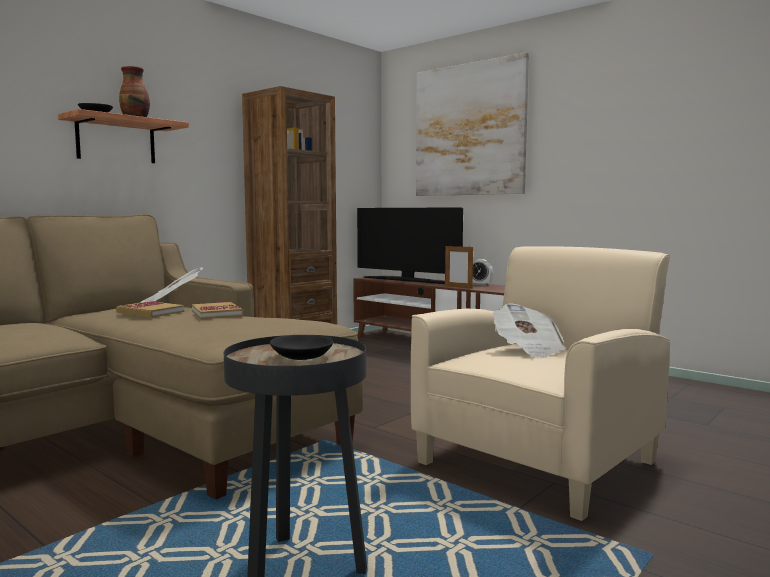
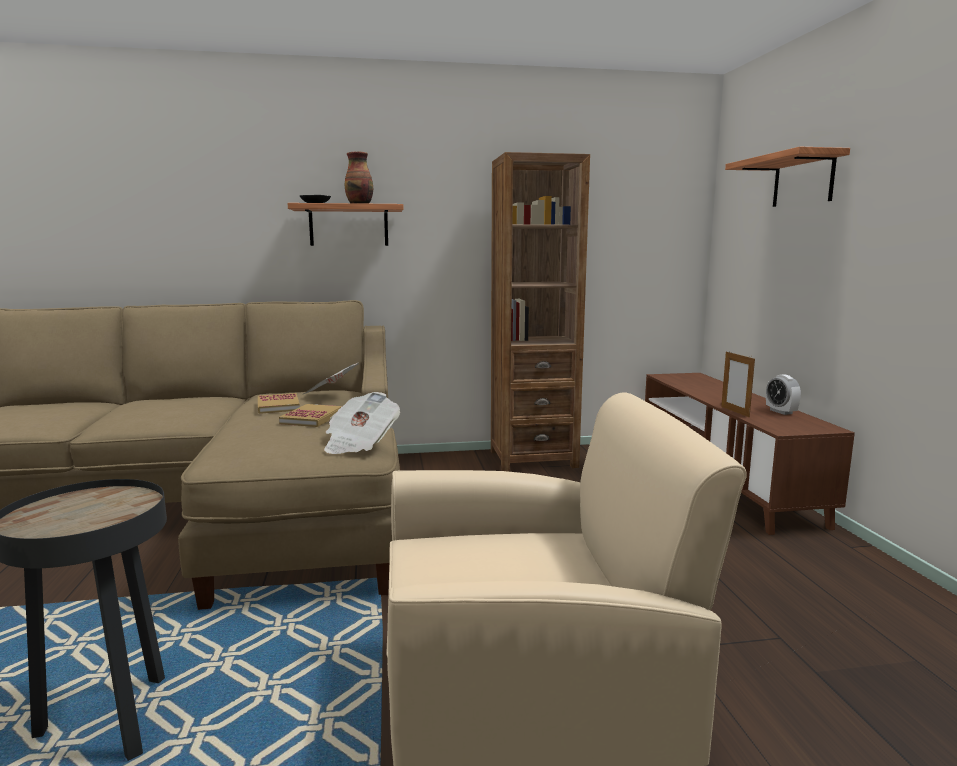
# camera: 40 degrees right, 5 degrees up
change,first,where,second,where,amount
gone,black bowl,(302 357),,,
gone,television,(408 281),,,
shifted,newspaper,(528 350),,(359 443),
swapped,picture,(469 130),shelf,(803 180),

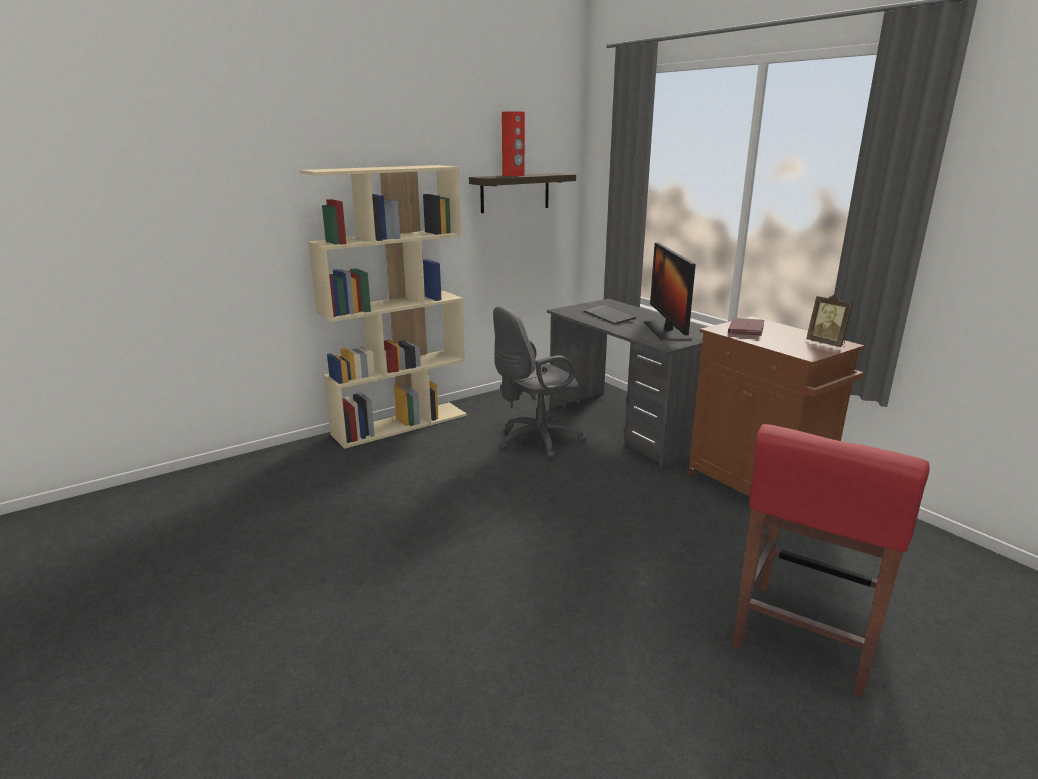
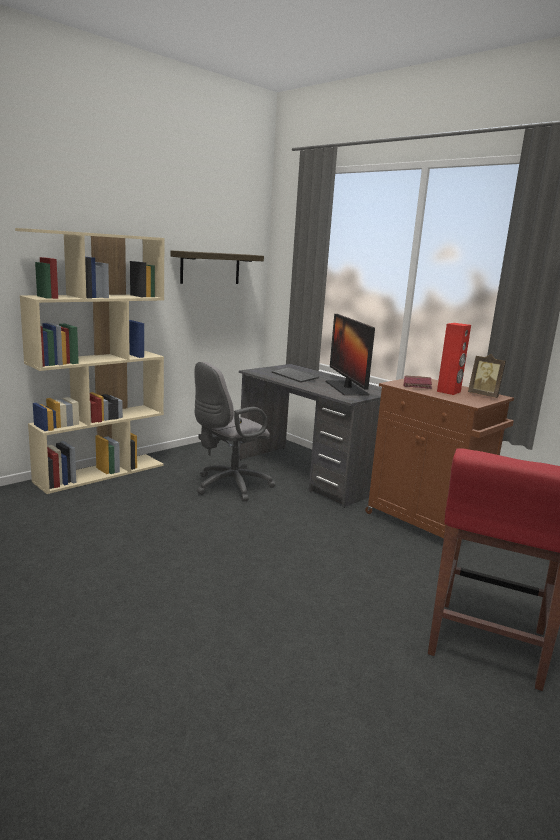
# camera: 10 degrees left, 5 degrees down
change,first,where,second,where,amount
shifted,red speaker,(513 175),,(449 392),

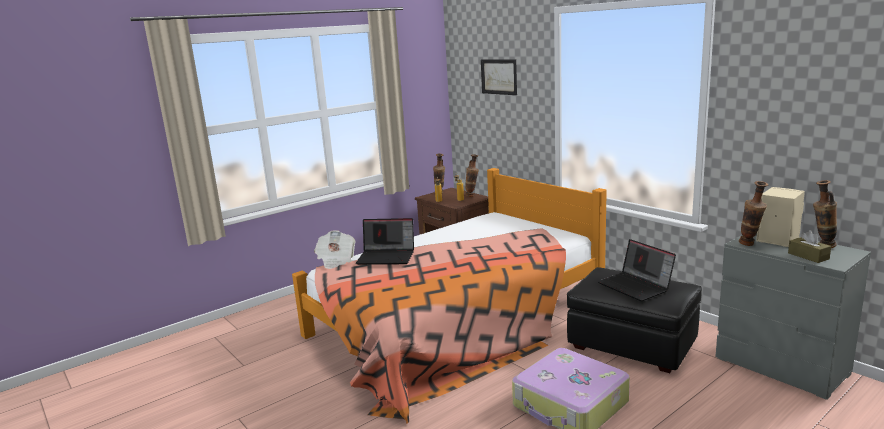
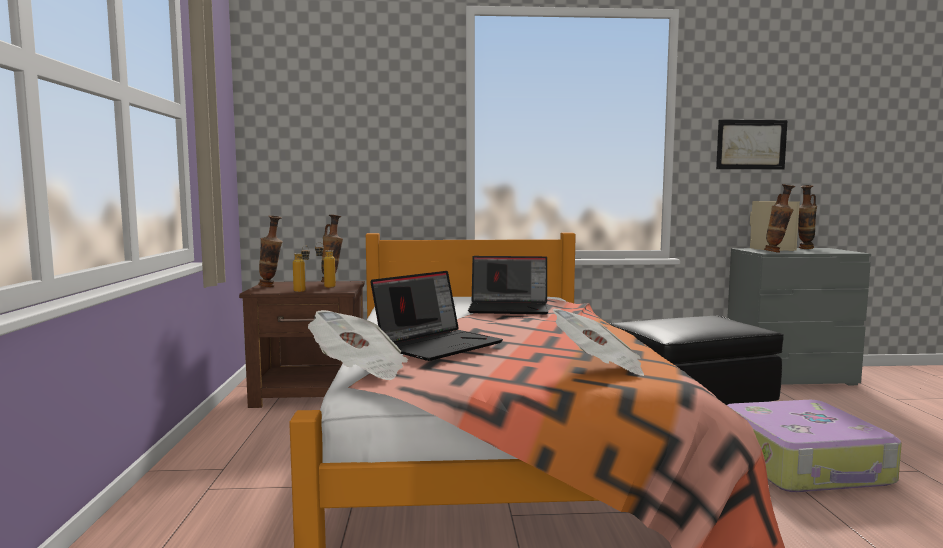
# camera: 55 degrees left, 10 degrees down
change,first,where,second,where,amount
gone,brown tissue box,(808 256),,,
new,,,newspaper,(599 366),
shifted,picture,(499 76),,(751 144),
shifted,laptop,(636 286),,(510 308),

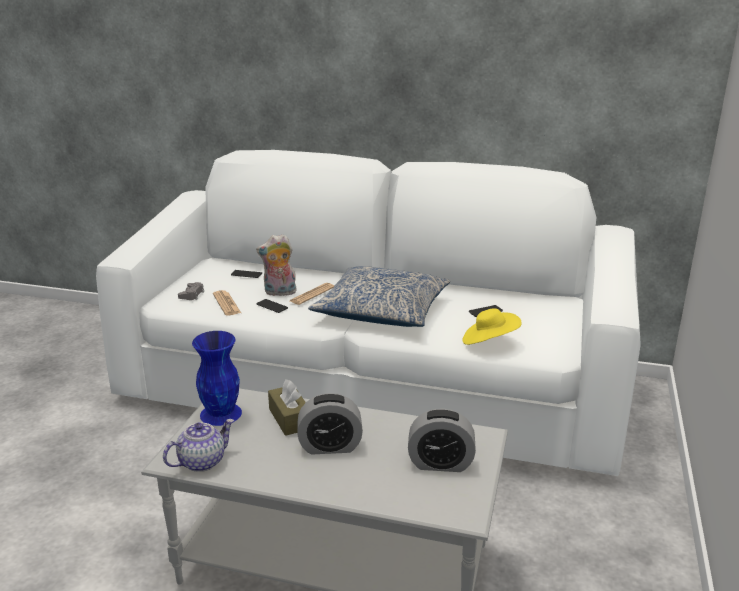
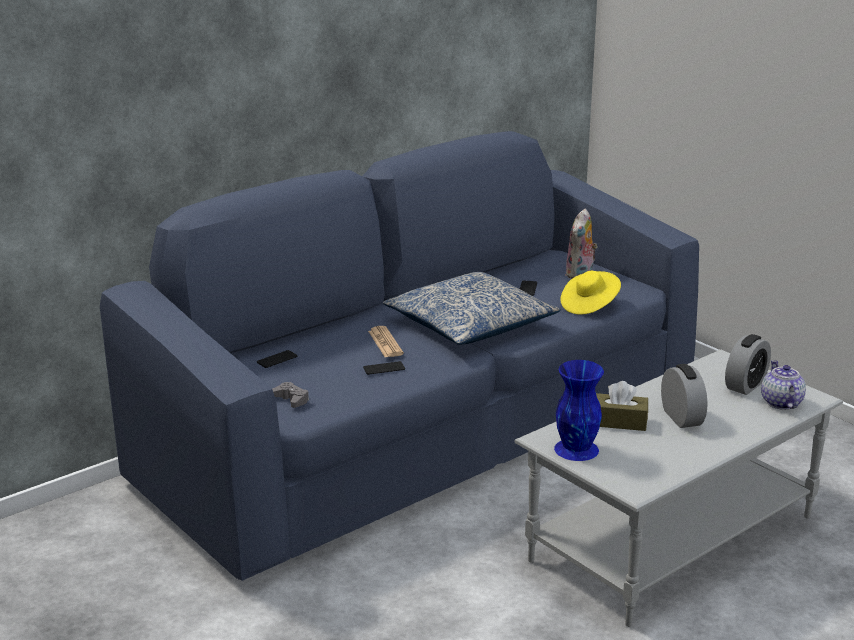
# camera: 55 degrees left, 0 degrees up
change,first,where,second,where,amount
gone,newspaper,(226 304),,,
shifted,teapot,(202 461),,(780 402),
shifted,plush toy,(279 293),,(580 274),
repainted,white sofa,(369 389),blue sofa,(425 431),
rotated,alarm clock,(330 446),,(681 417),45 degrees counterclockwise

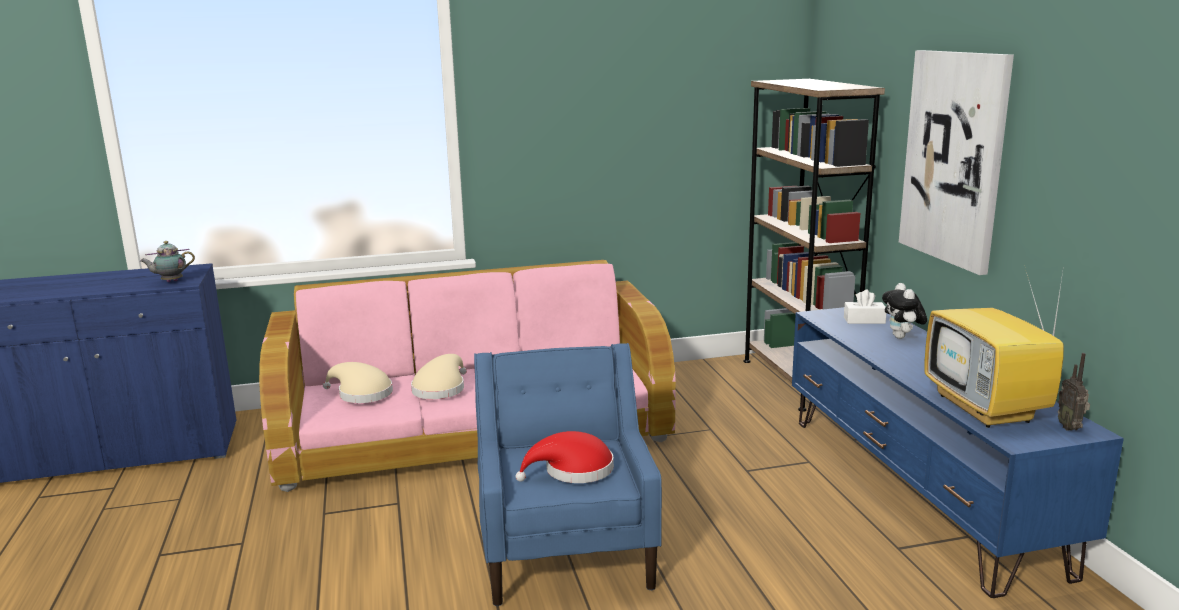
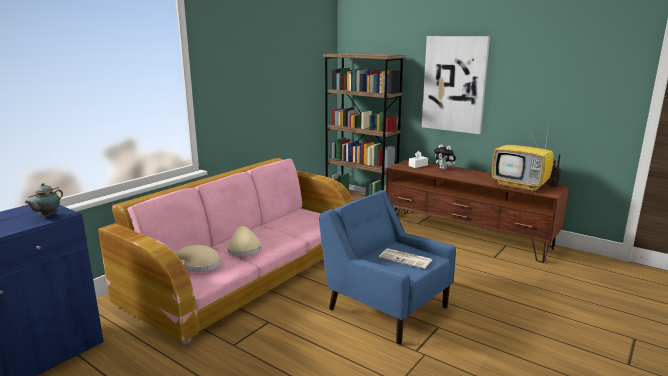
# camera: 40 degrees left, 0 degrees up
change,first,where,second,where,amount
swapped,red hat,(573 471),newspaper,(406 259),
repainted,blue tv stand,(917 490),brown tv stand,(467 235),

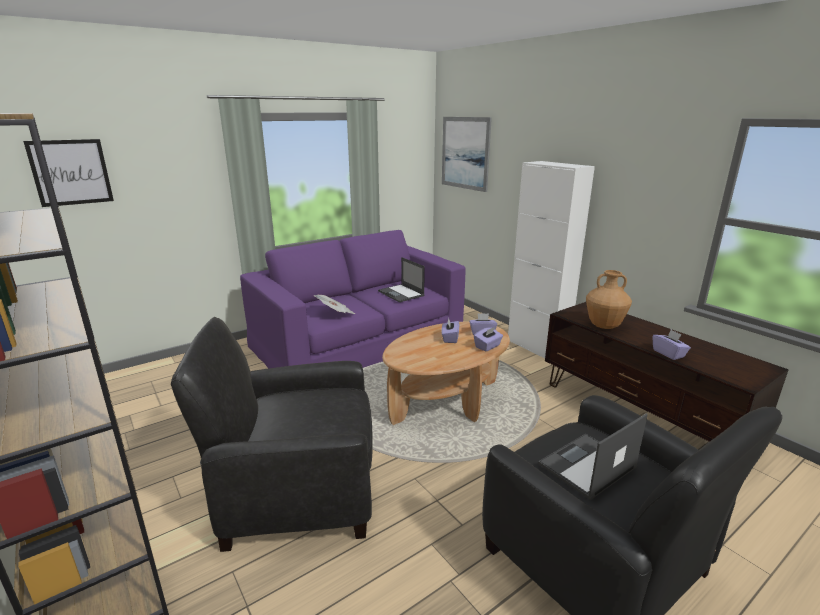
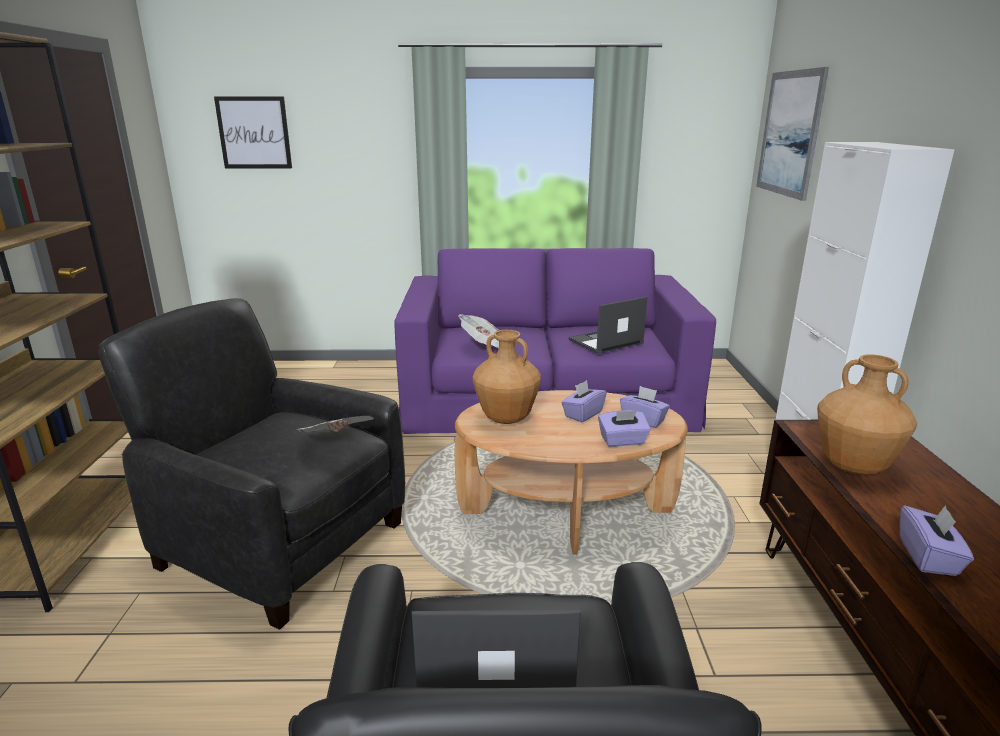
# camera: 35 degrees right, 0 degrees up
change,first,where,second,where,amount
new,,,newspaper,(338 443),
new,,,brown vase,(507 419),
rotated,laptop,(401 293),,(605 341),60 degrees clockwise

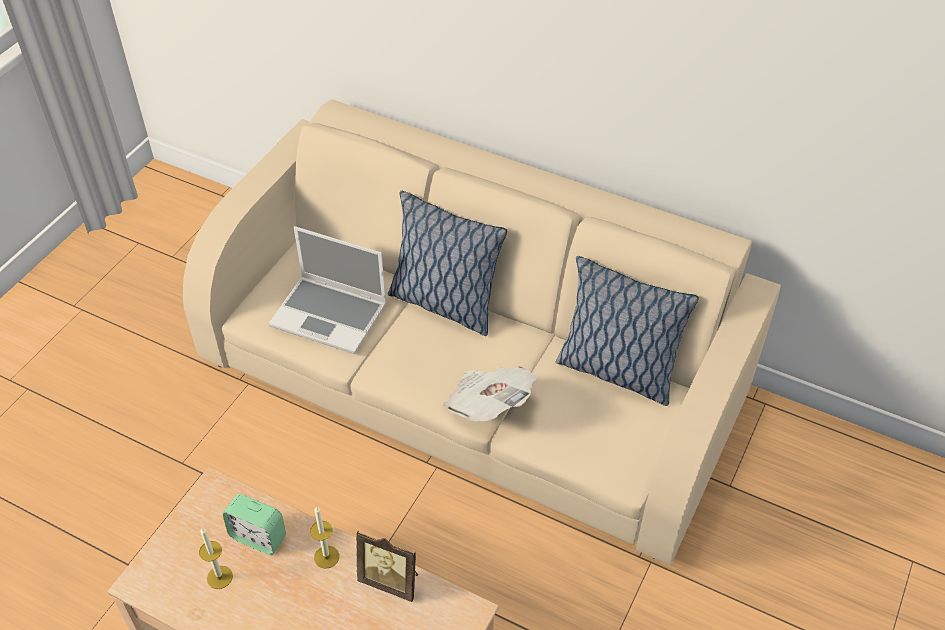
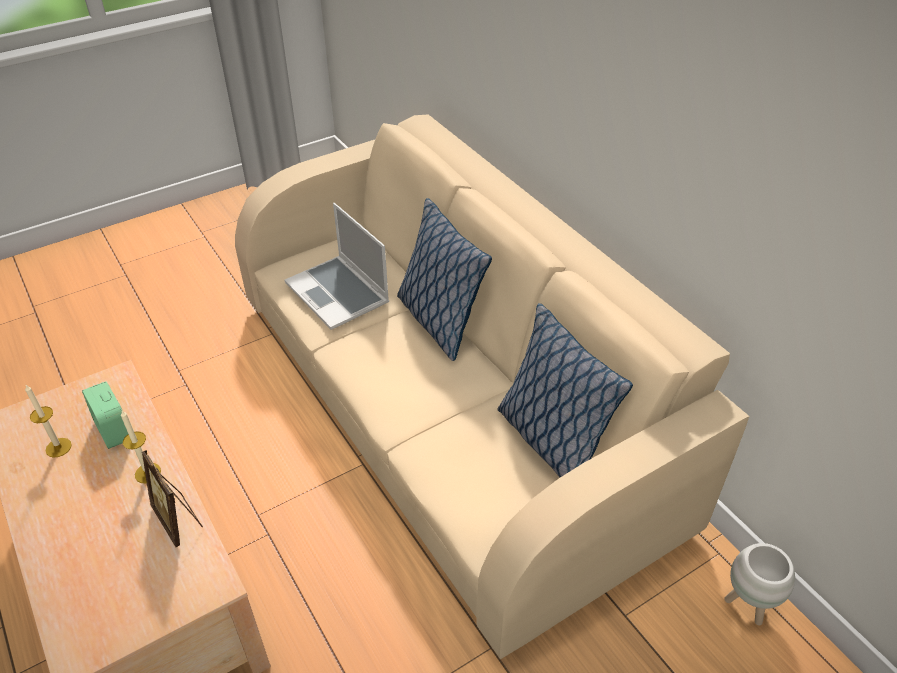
# camera: 30 degrees right, 5 degrees down
change,first,where,second,where,amount
gone,newspaper,(488 405),,,
new,,,white planter,(748 605),

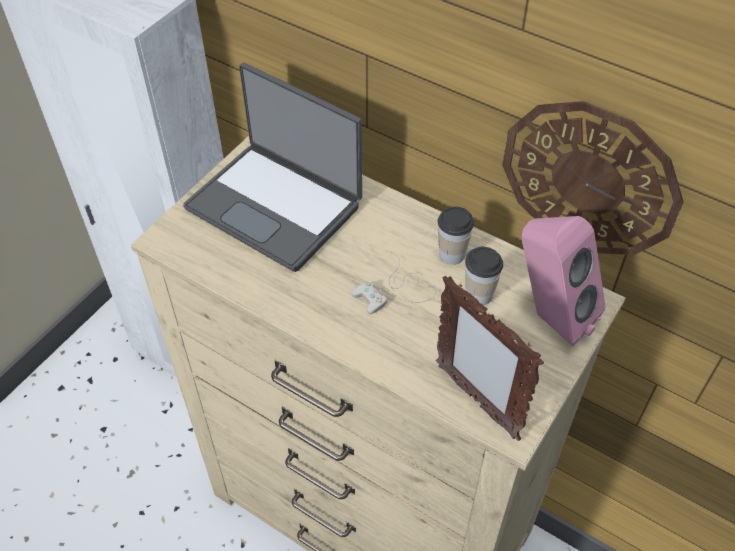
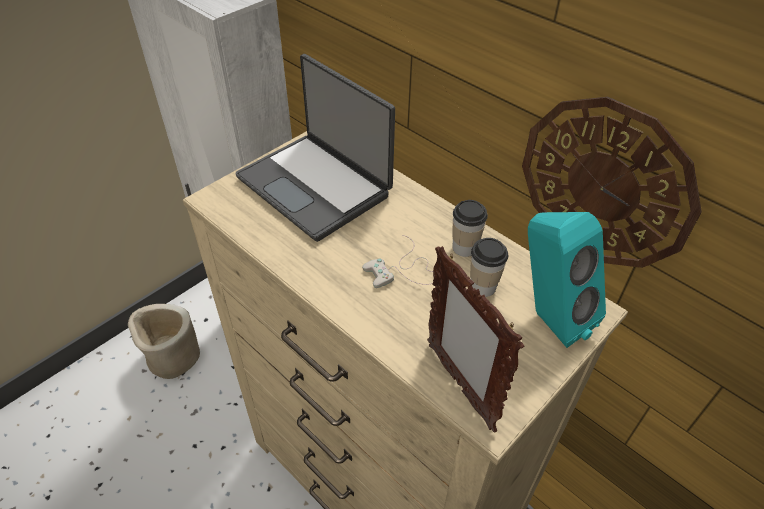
# camera: 10 degrees right, 5 degrees down
change,first,where,second,where,amount
new,,,beige planter,(172 358),
repainted,pink speaker,(549 317),turquoise speaker,(547 317),

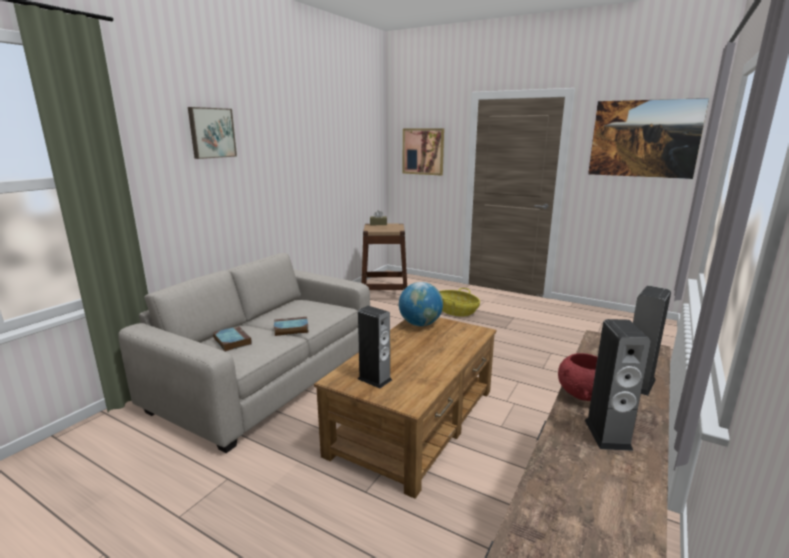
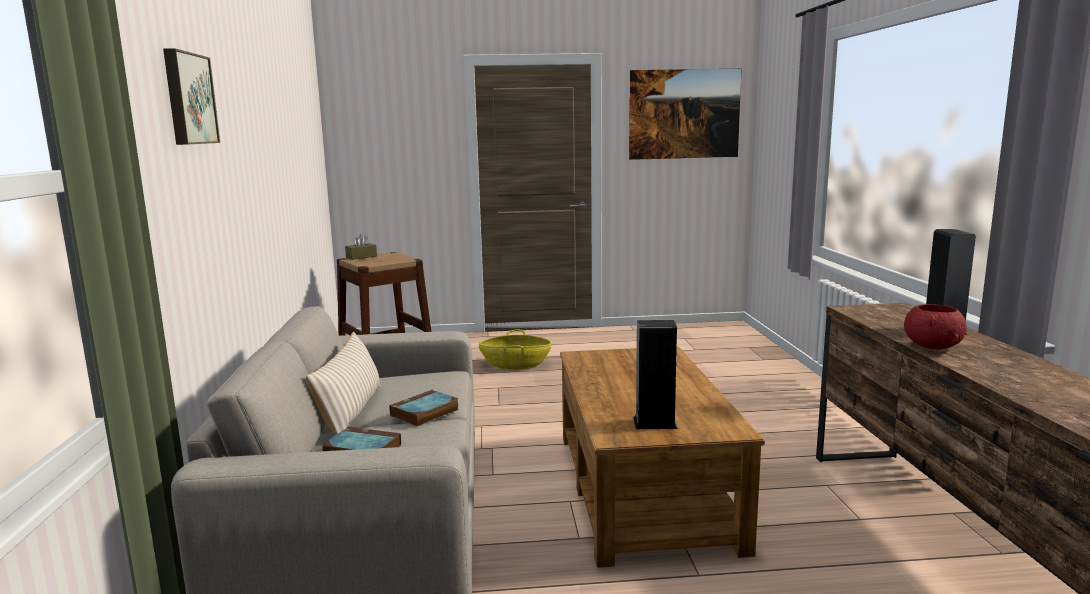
# camera: 35 degrees left, 5 degrees down
change,first,where,second,where,amount
gone,globe,(420 324),,,
gone,picture,(423 151),,,
gone,speaker,(607 434),,,
new,,,beige pillow,(351 412),

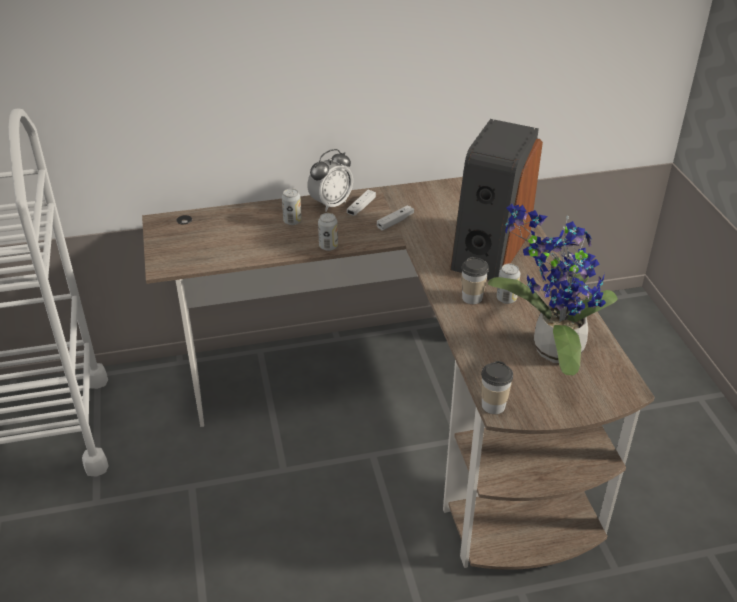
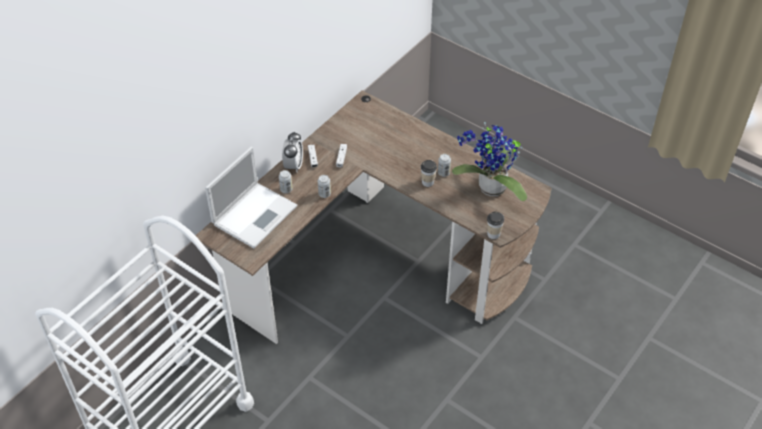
# camera: 40 degrees left, 10 degrees up
change,first,where,second,where,amount
gone,speaker,(489 249),,,
new,,,laptop,(255 214),

